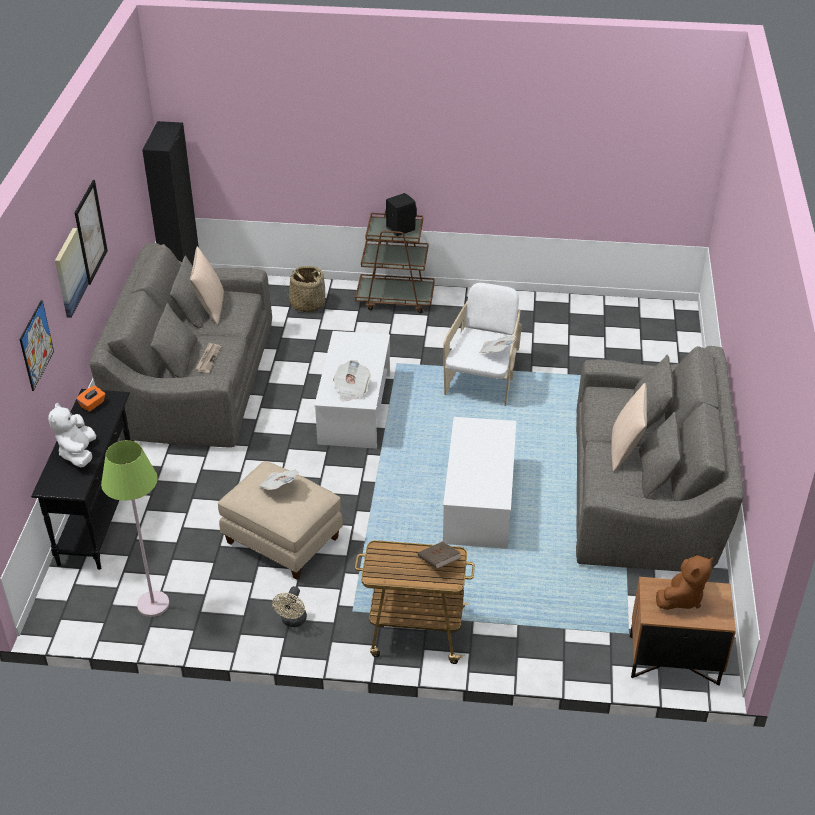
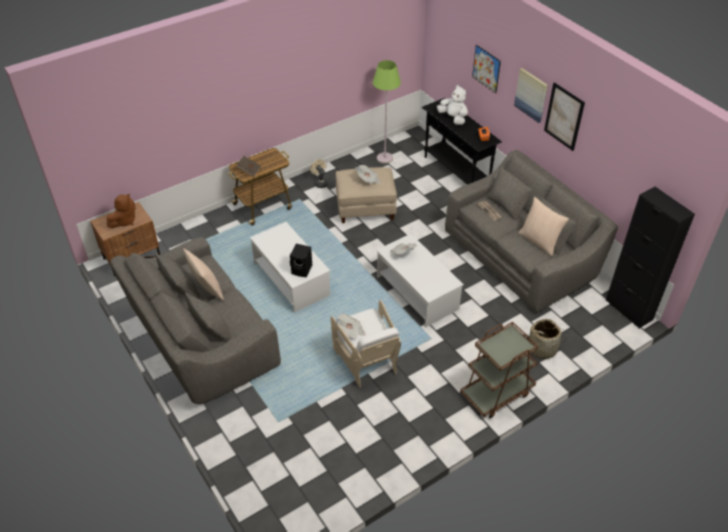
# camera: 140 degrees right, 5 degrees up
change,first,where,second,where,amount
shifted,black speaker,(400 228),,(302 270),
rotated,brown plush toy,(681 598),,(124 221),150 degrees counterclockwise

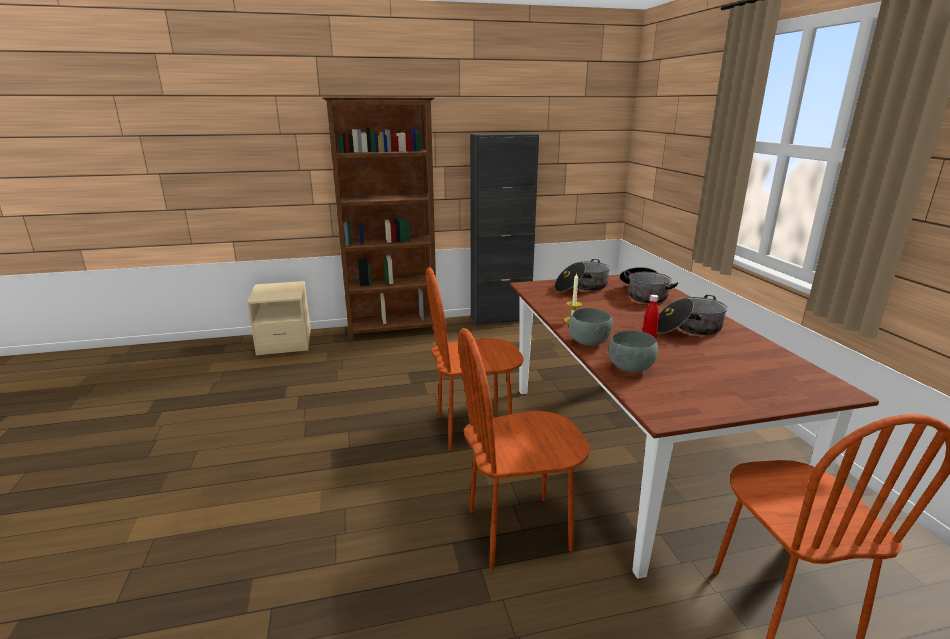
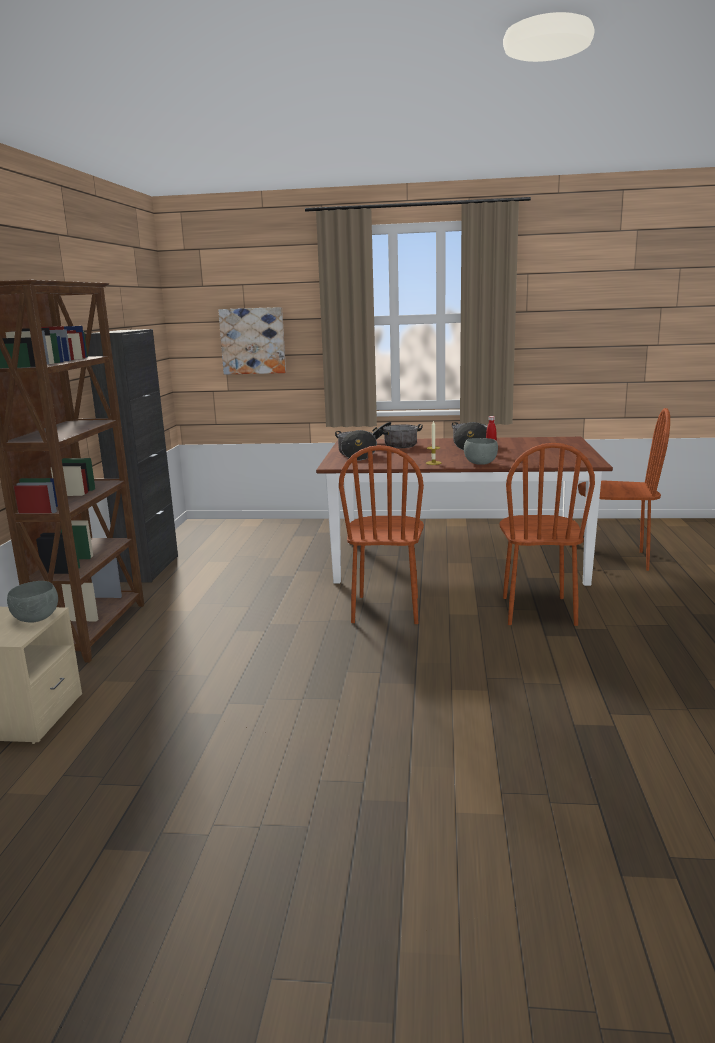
# camera: 70 degrees left, 5 degrees down
change,first,where,second,where,amount
new,,,picture,(253 341),
shifted,grey bowl,(631 369),,(37 619),

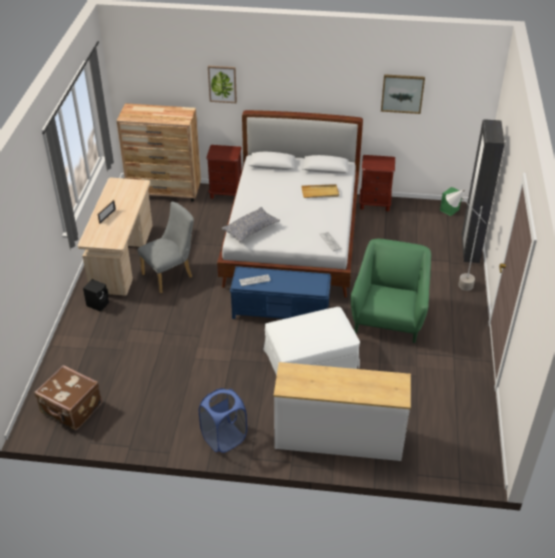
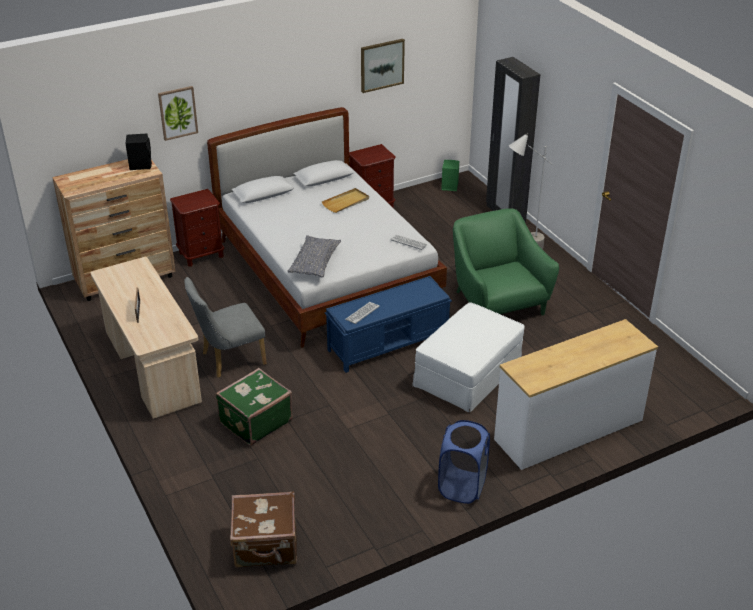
# camera: 35 degrees left, 5 degrees down
change,first,where,second,where,amount
new,,,green suitcase,(254 421),
shifted,black speaker,(98 304),,(140 164),
rotated,grey chair,(171 274),,(229 360),135 degrees counterclockwise

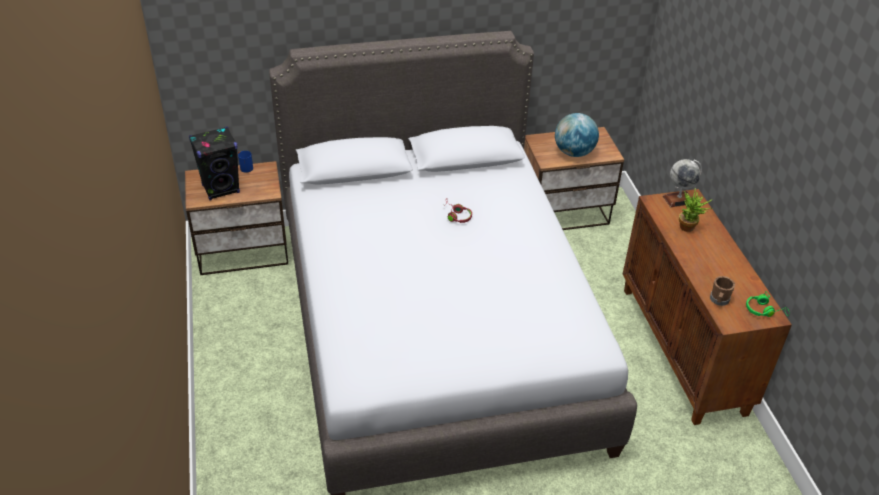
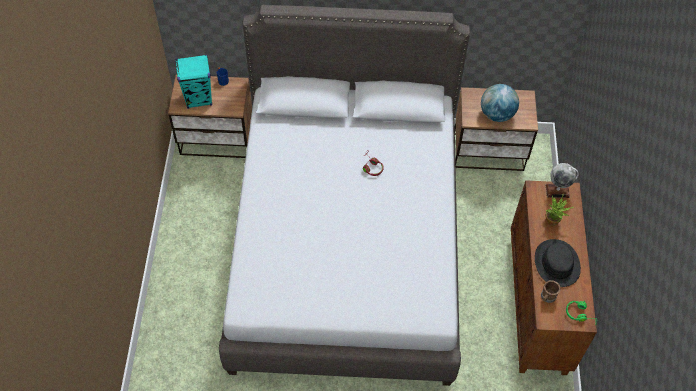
# camera: 15 degrees right, 15 degrees up
change,first,where,second,where,amount
new,,,black hat,(556 263),
repainted,black speaker,(221 189),turquoise speaker,(199 98),

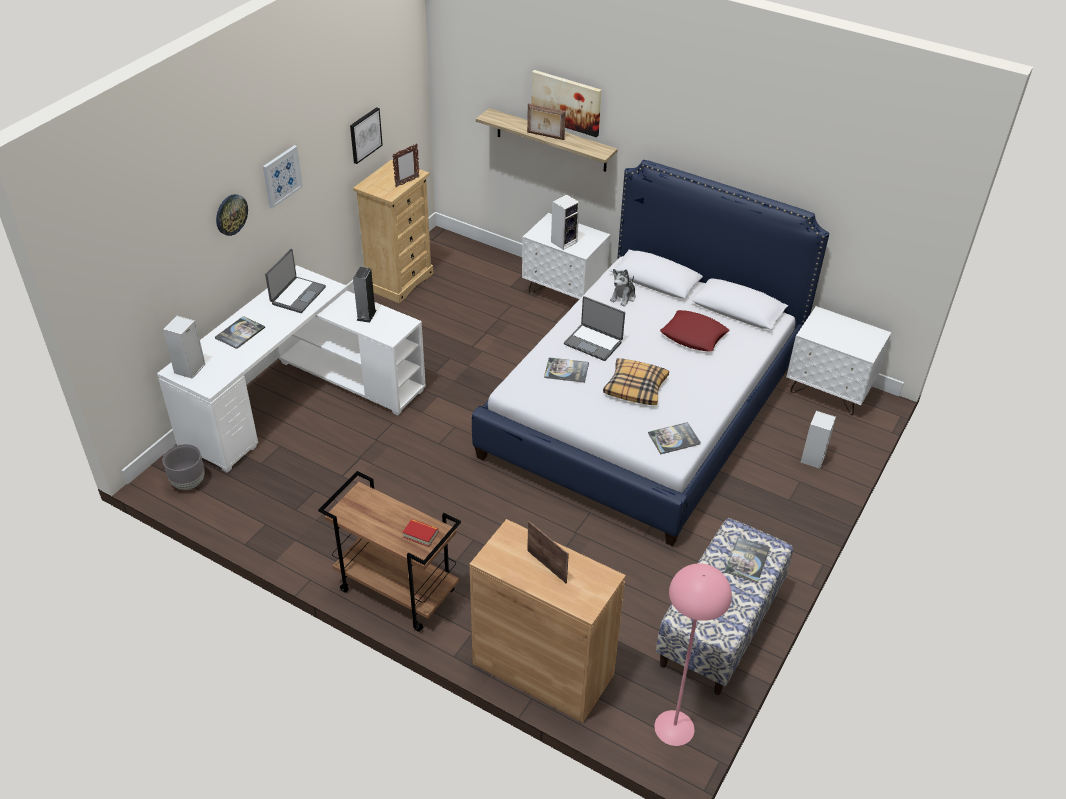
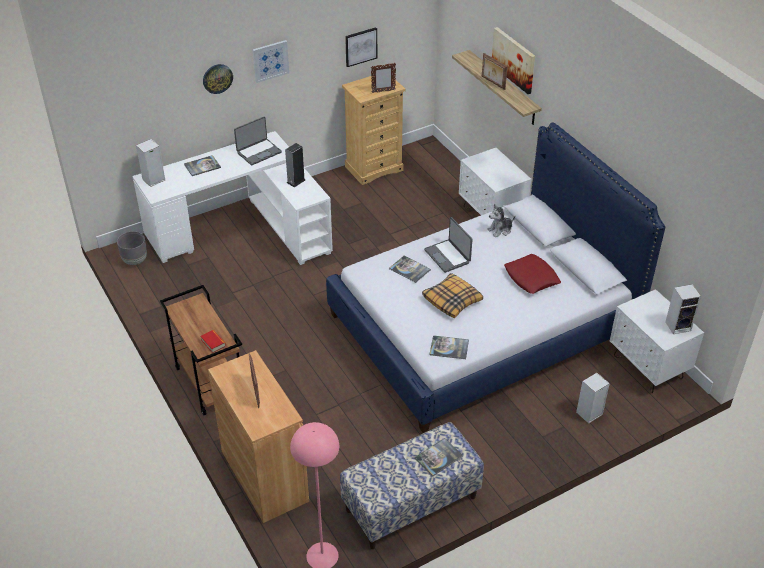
# camera: 30 degrees right, 0 degrees up
change,first,where,second,where,amount
shifted,speaker,(564 241),,(678 326),

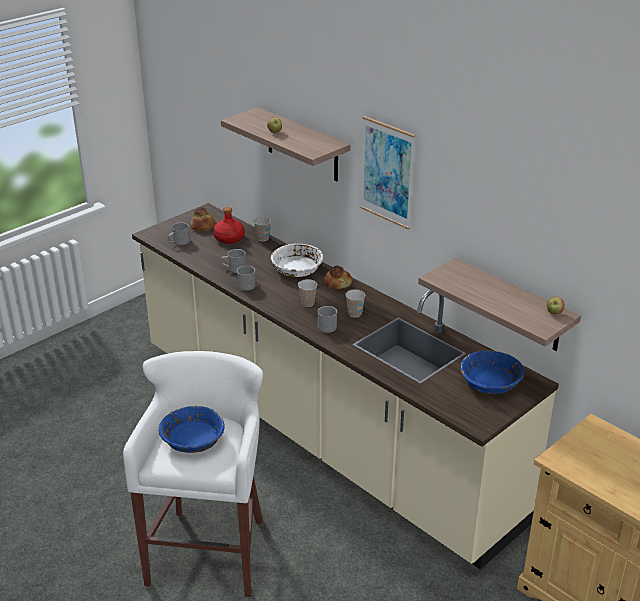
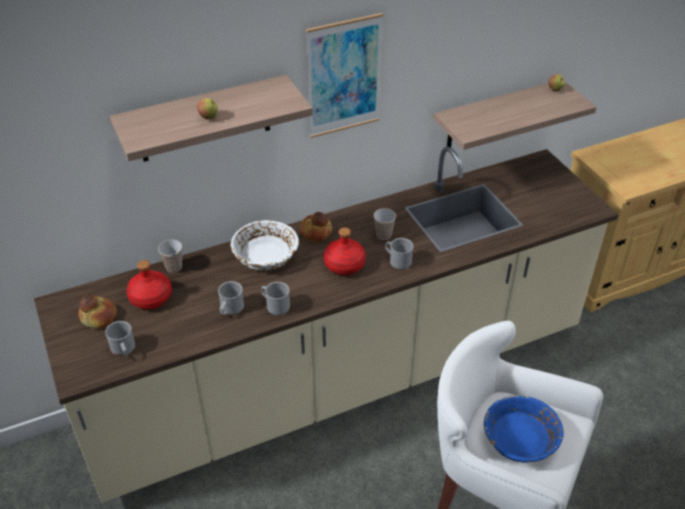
# camera: 70 degrees left, 10 degrees up
change,first,where,second,where,amount
gone,blue bowl,(490 382),,,
swapped,cup,(307 303),red bottle,(345 265),

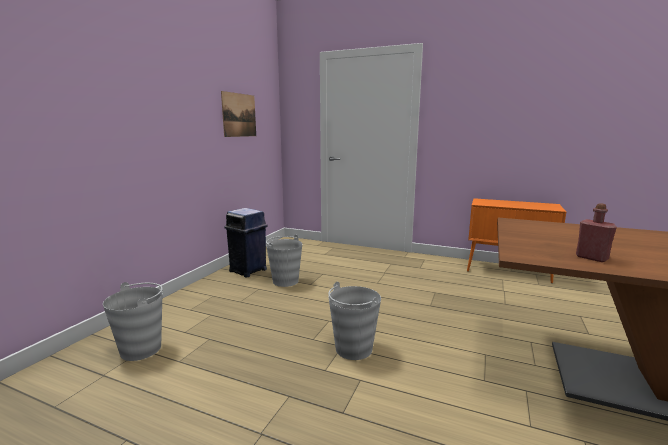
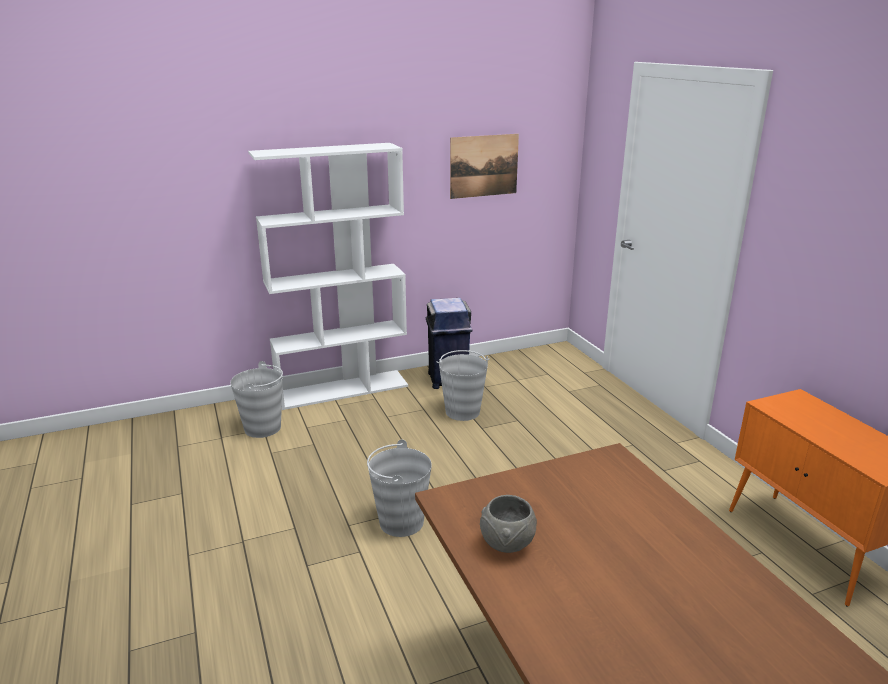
# camera: 45 degrees right, 10 degrees up
change,first,where,second,where,amount
new,,,white bookcase,(343 389),
swapped,red bottle,(591 258),grey bowl,(508 544),

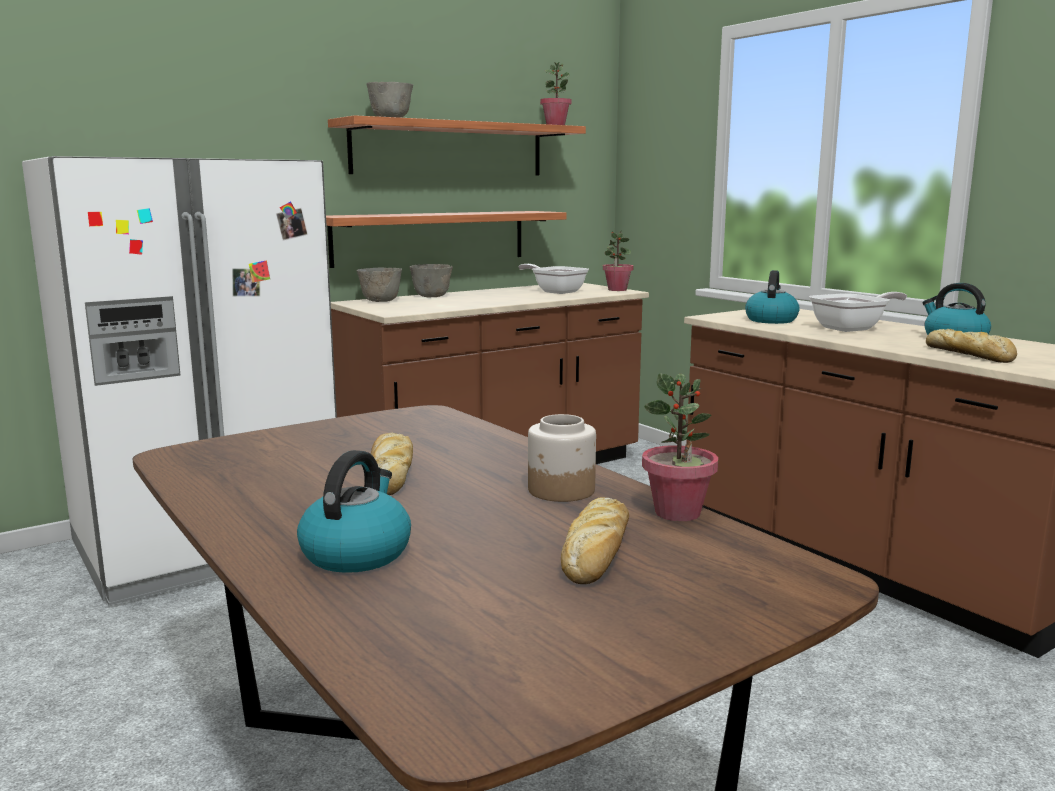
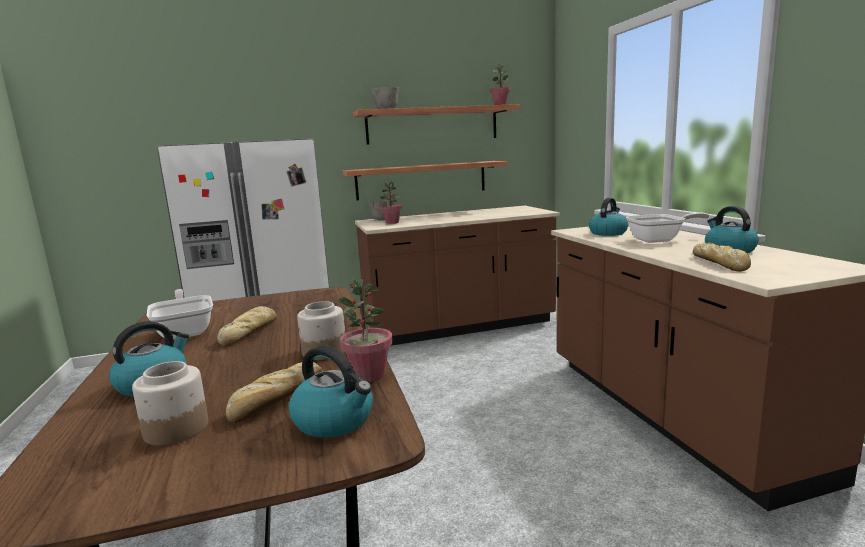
# camera: 20 degrees right, 0 degrees up
change,first,where,second,where,amount
gone,grey bowl,(432 296),,,
new,,,jar,(175 429),
new,,,kettle,(335 420),
shifted,frying pan,(556 291),,(185 331),
shifted,potted plant,(617 290),,(392 222),

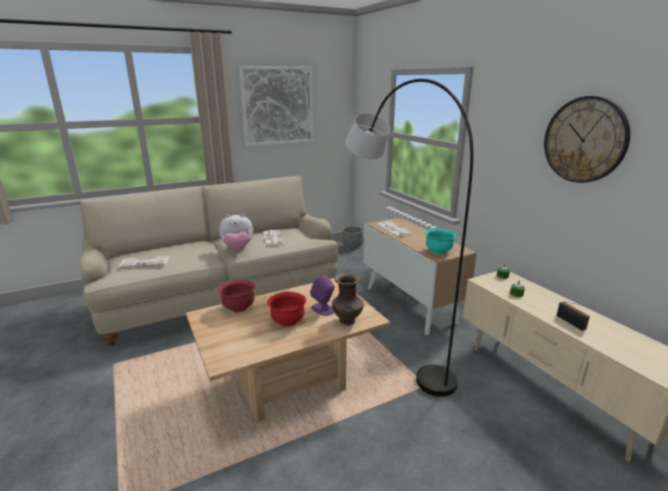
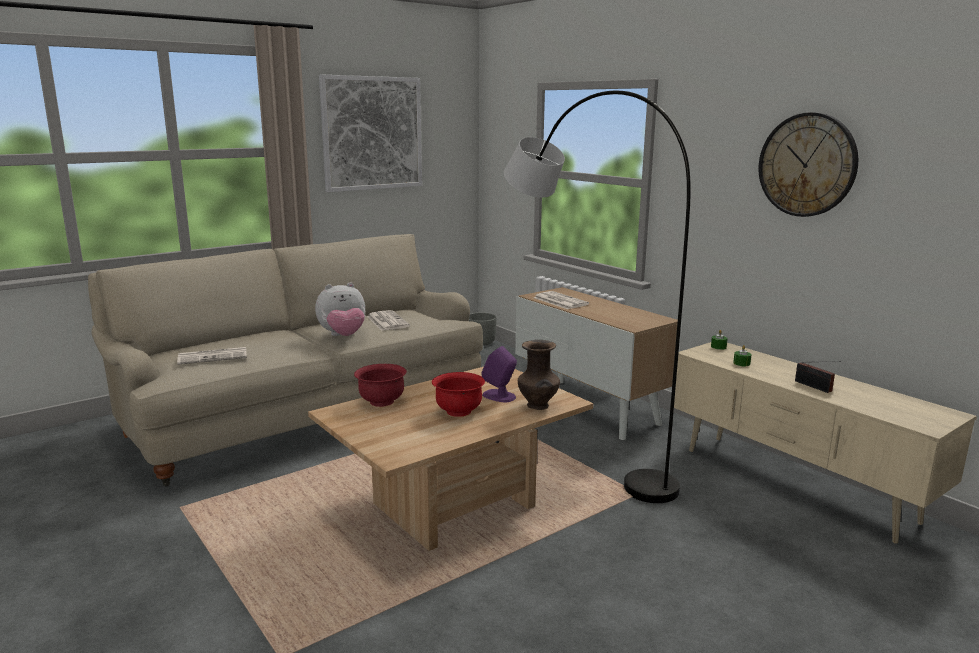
# camera: 10 degrees left, 5 degrees down
change,first,where,second,where,amount
gone,turquoise bowl,(438 251),,,

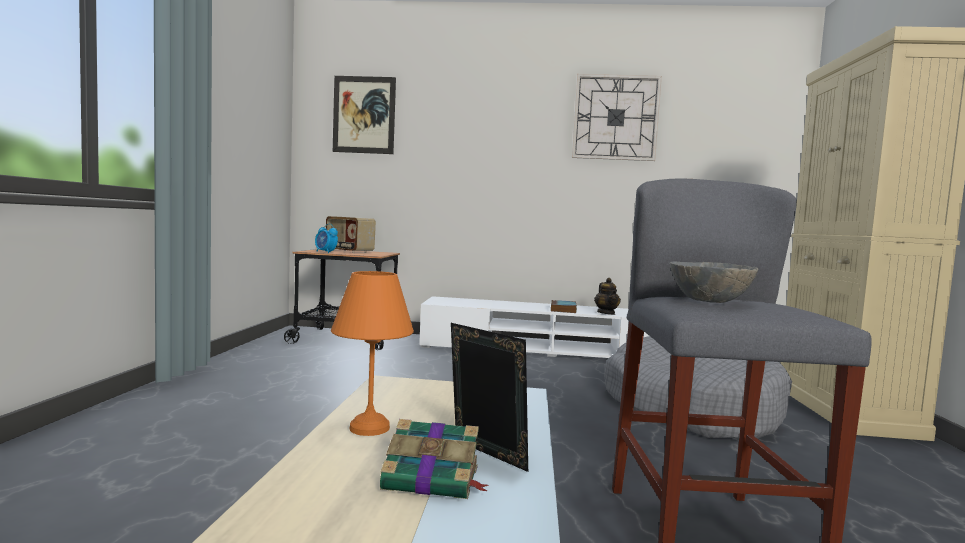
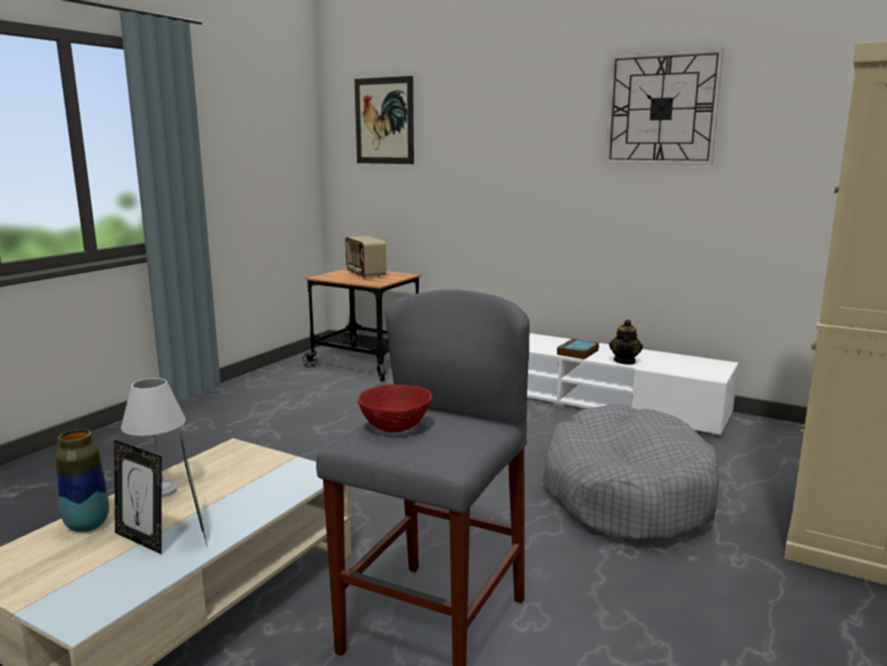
# camera: 25 degrees right, 10 degrees up
change,first,where,second,where,amount
gone,alarm clock,(325 252),,,
new,,,vase,(87 525),
swapped,book,(433 479),picture frame,(142 540),
repainted,orange table lamp,(370 427),white table lamp,(163 491),
repainted,grey bowl,(709 301),red bowl,(395 427),

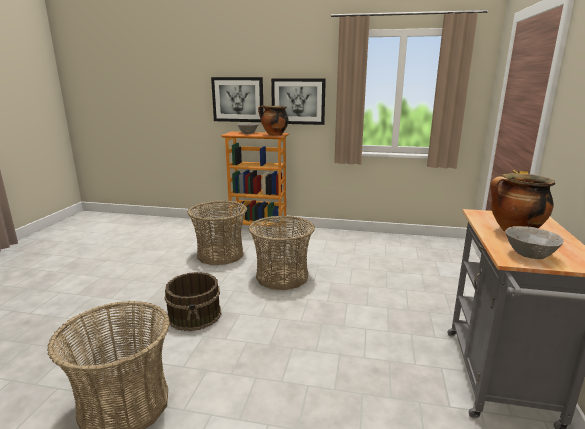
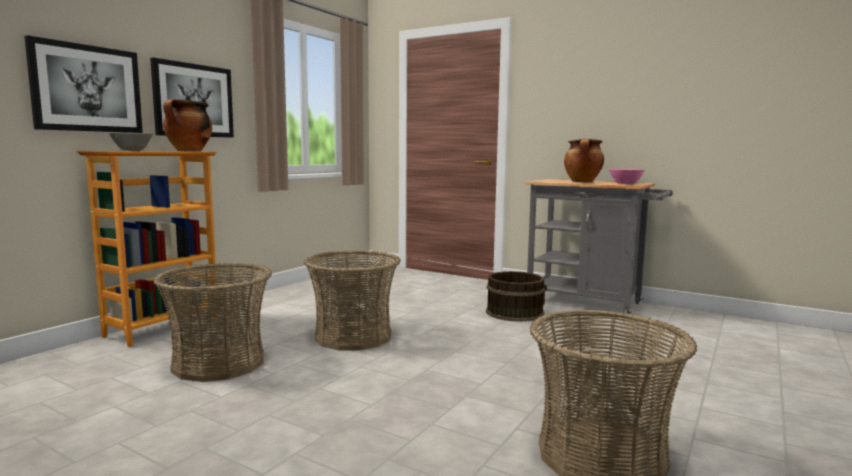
# camera: 70 degrees left, 10 degrees down
change,first,where,second,where,amount
shifted,brown bucket,(195 314),,(514 312),
repainted,grey bowl,(529 255),pink bowl,(625 184),

